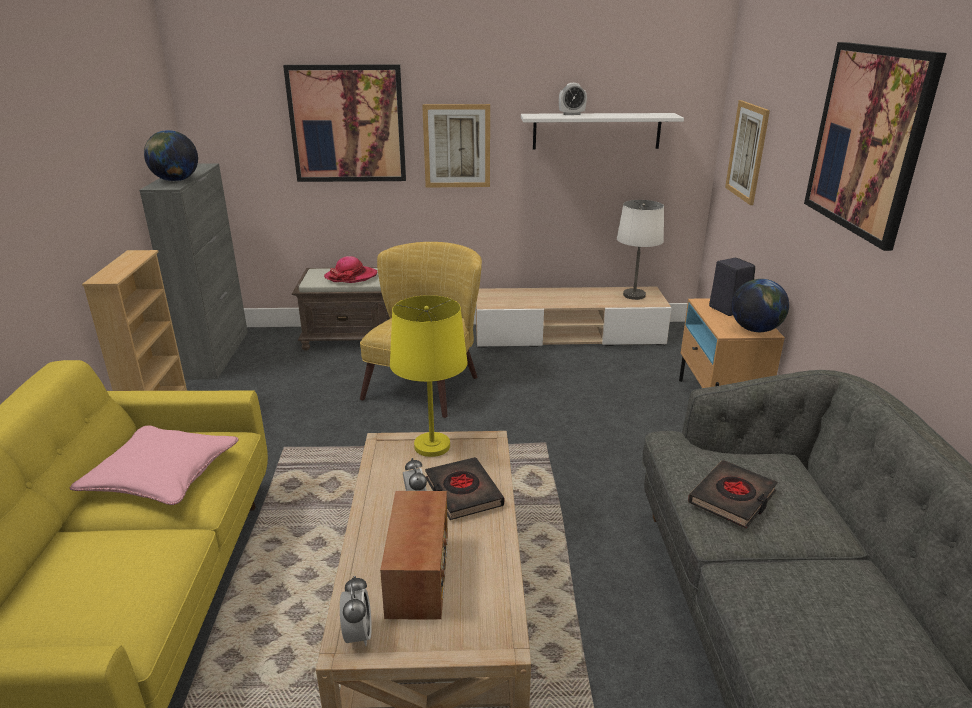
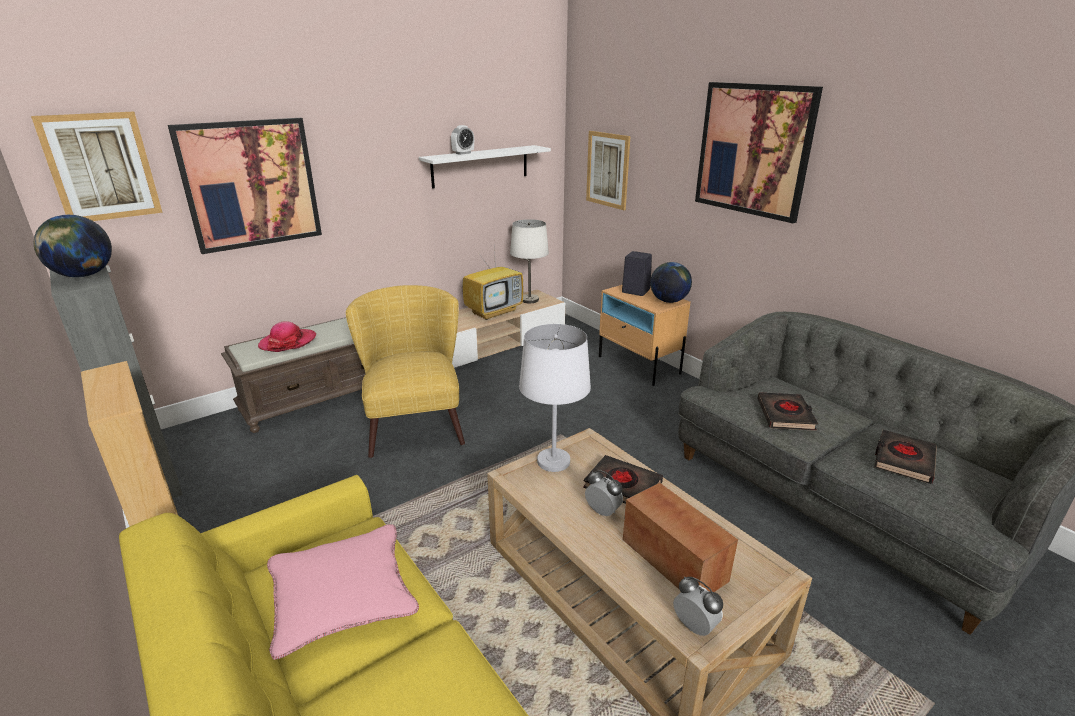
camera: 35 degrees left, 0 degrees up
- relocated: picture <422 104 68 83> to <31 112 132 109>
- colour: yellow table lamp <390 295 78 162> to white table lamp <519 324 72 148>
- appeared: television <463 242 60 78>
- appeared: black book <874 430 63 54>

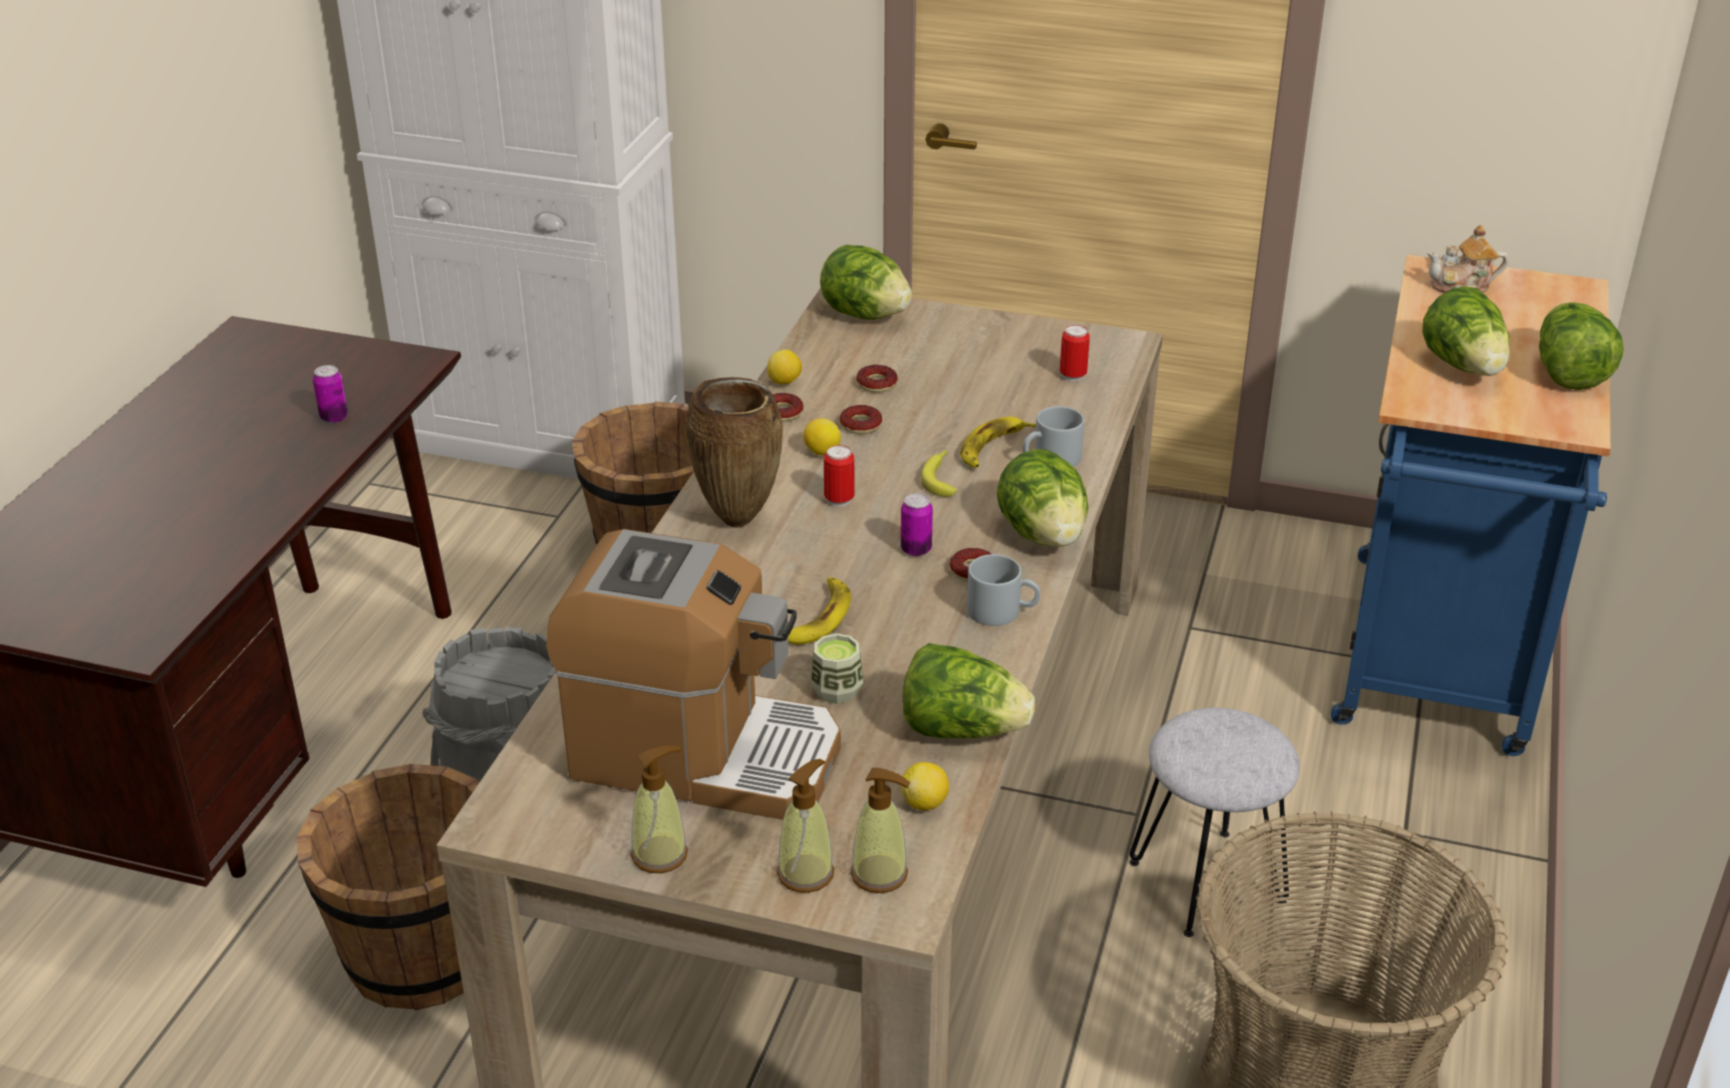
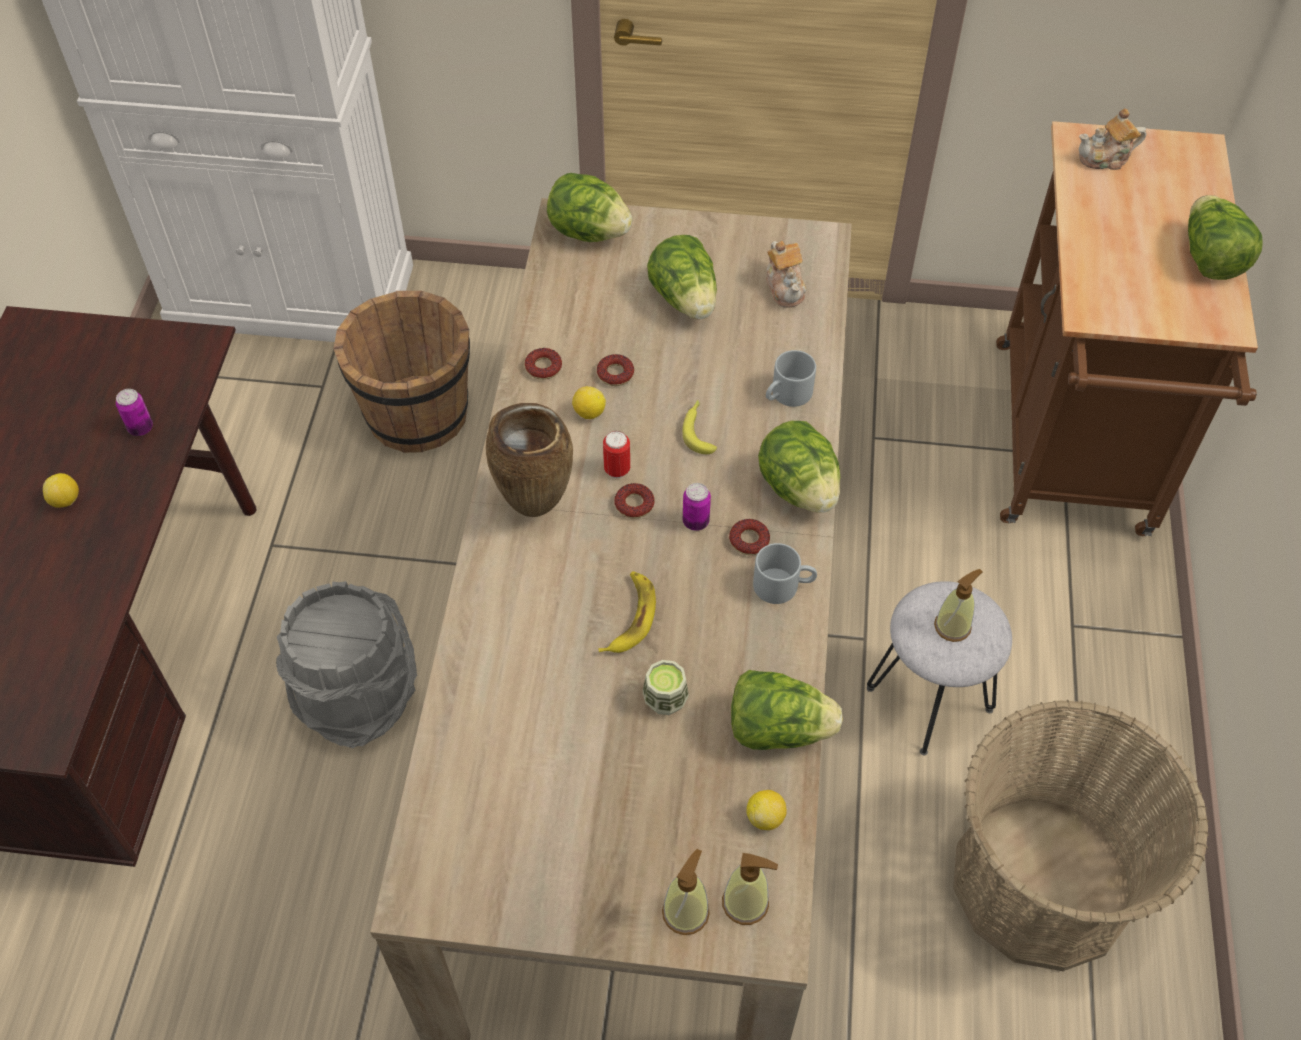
camera: 10 degrees left, 20 degrees up
- colour: blue cart <1331 255 280 501> to brown cart <996 121 262 415>
- relocated: lettuce <1422 286 88 90> to <647 235 70 84>
- exchanged: can <1060 325 30 56> to teapot <766 241 40 67>
- relocated: lemon <767 350 35 35> to <43 473 36 35>
- relocated: donut <856 365 42 28> to <614 483 41 36>
- missing: banana <960 417 76 51>
- missing: coffee machine <546 529 295 291>
- relocated: soap dispenser <631 745 57 128> to <934 569 49 73>
- missing: brown bucket <297 764 182 247>

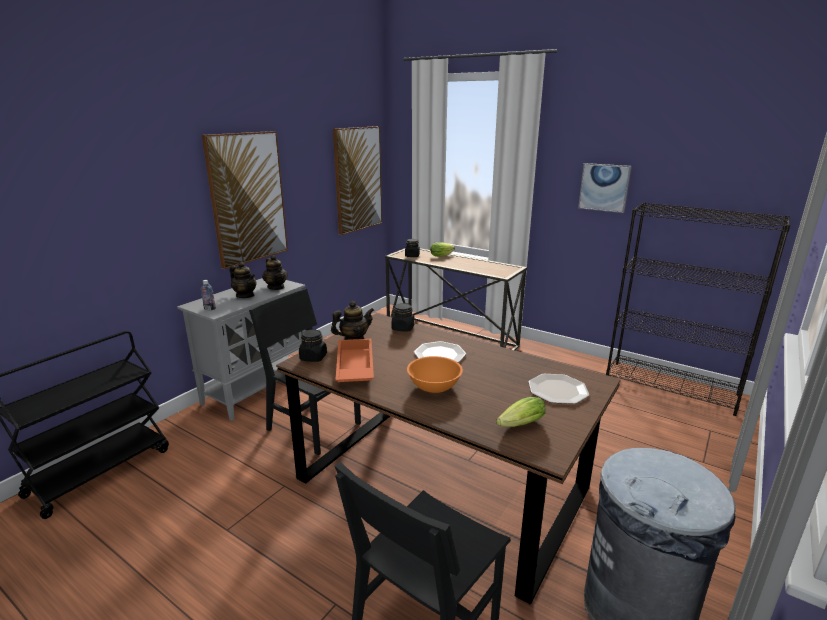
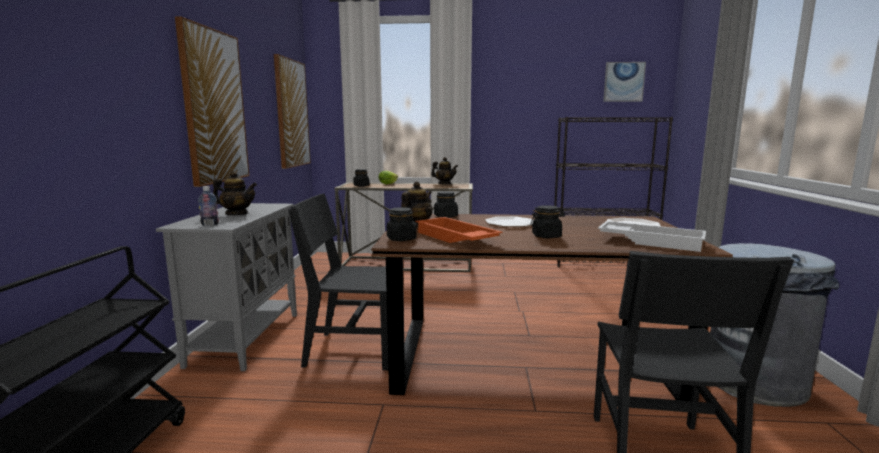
camera: 30 degrees left, 10 degrees down
- relocated: picture <578 163 53 50> to <603 62 43 40>
- relocated: teapot <262 255 26 35> to <431 157 27 27>
- exchanged: orange bowl <407 356 56 37> to black jar <530 205 35 33>
- exchanged: lettuce <496 397 49 30> to white tray <598 221 108 31>

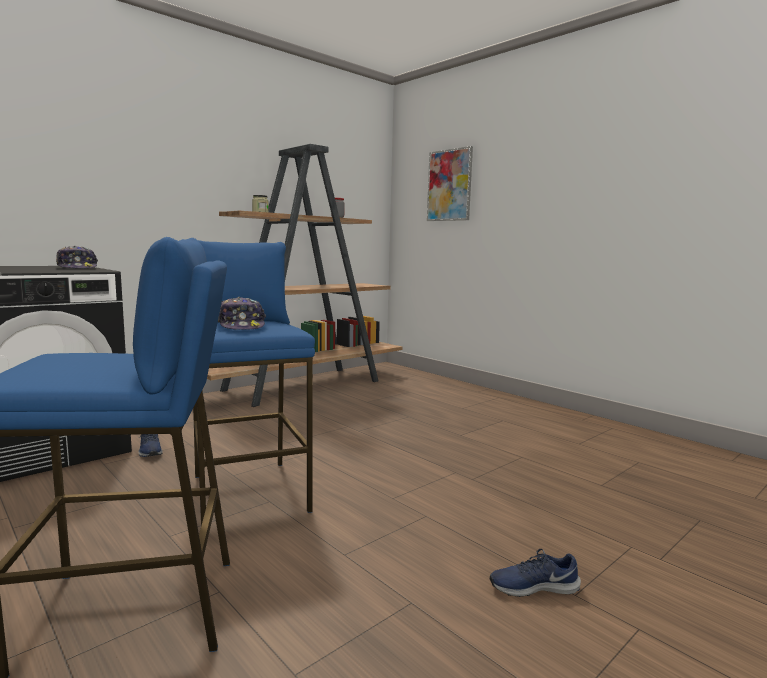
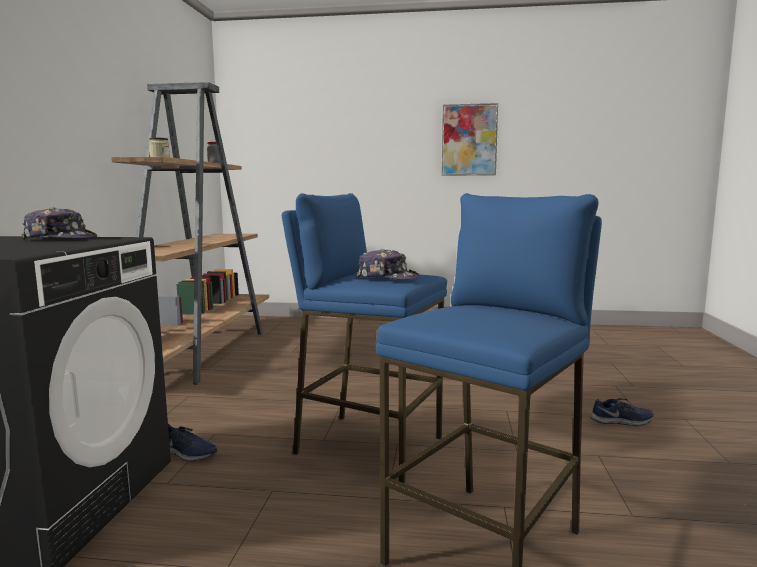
camera: 40 degrees left, 0 degrees up
- relocated: picture <427 146 46 75> to <442 103 56 73>
- spun: blue shoe <490 549 91 48> = <590 398 64 28> 135 degrees counterclockwise

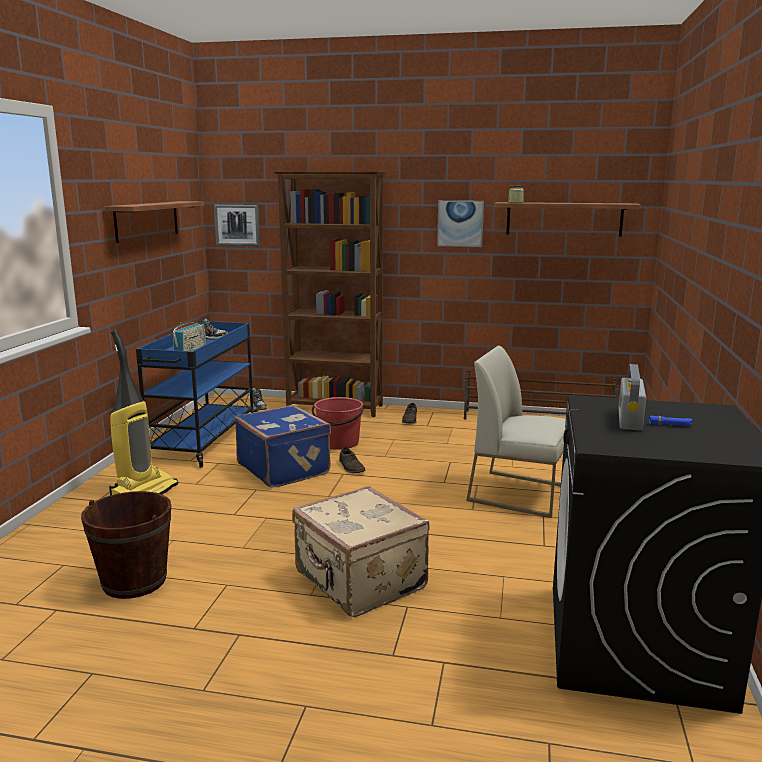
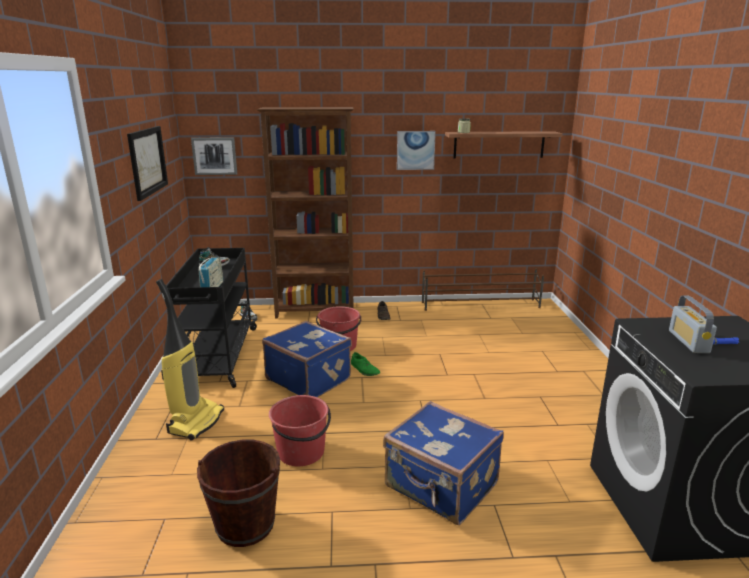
camera: 15 degrees left, 5 degrees up
- exchanged: shelf <105 201 99 42> to picture <127 126 41 75>
- colour: blue cart <136 321 125 147> to black cart <166 248 92 140>
- missing: white chair <466 346 100 172>
- colour: brown shoe <339 447 27 26> to green shoe <351 352 29 24>
- colour: beige suitcase <292 486 137 131> to blue suitcase <383 401 121 124>
- appeared: red bucket <269 395 62 71>

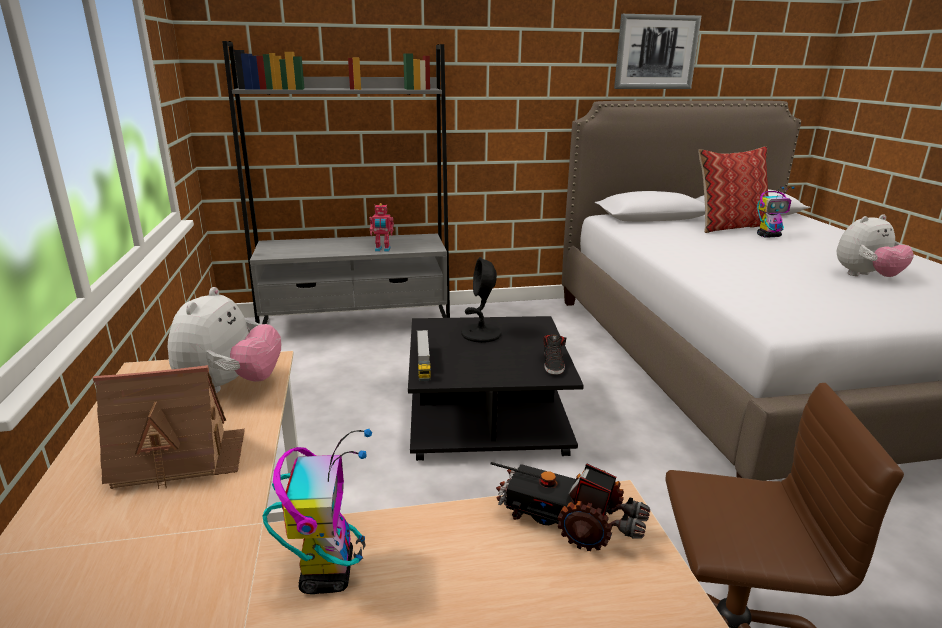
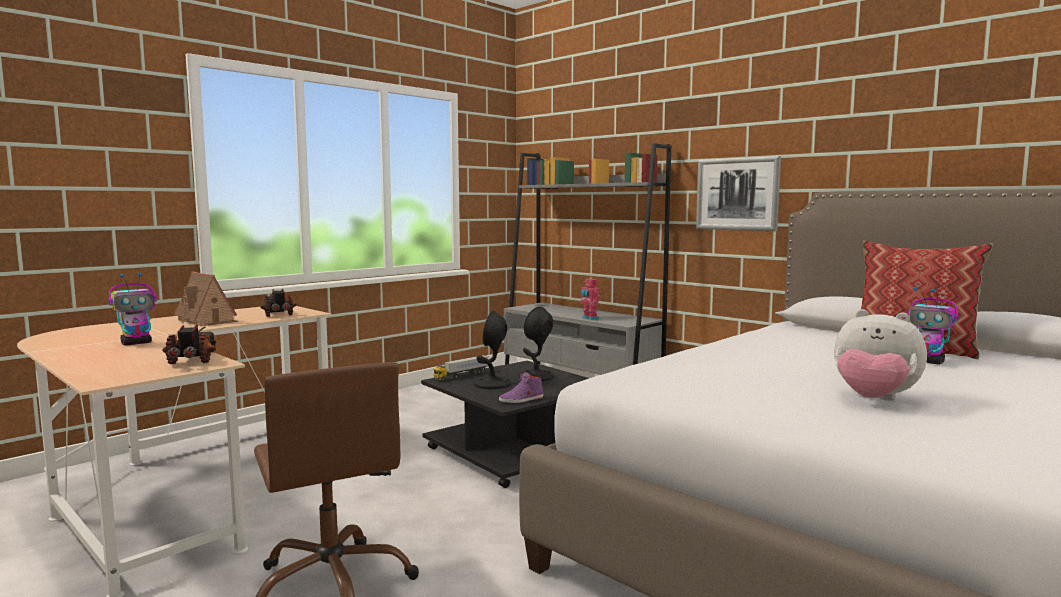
camera: 55 degrees right, 15 degrees down
- relocated: picture <614 14 87 75> to <696 156 85 75>
- exchanged: plush toy <168 287 113 106> to toy truck <260 289 37 28>
- colour: black shoe <543 335 23 40> to purple shoe <499 372 44 31>
- appeared: black table lamp <473 311 38 78>

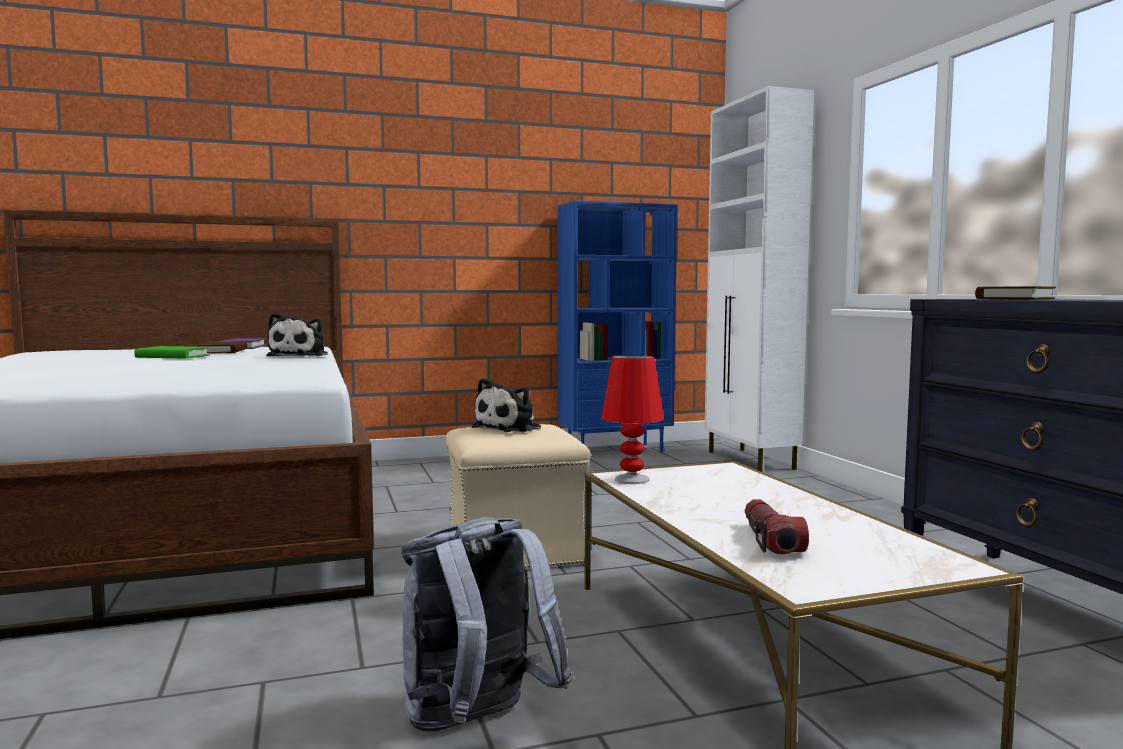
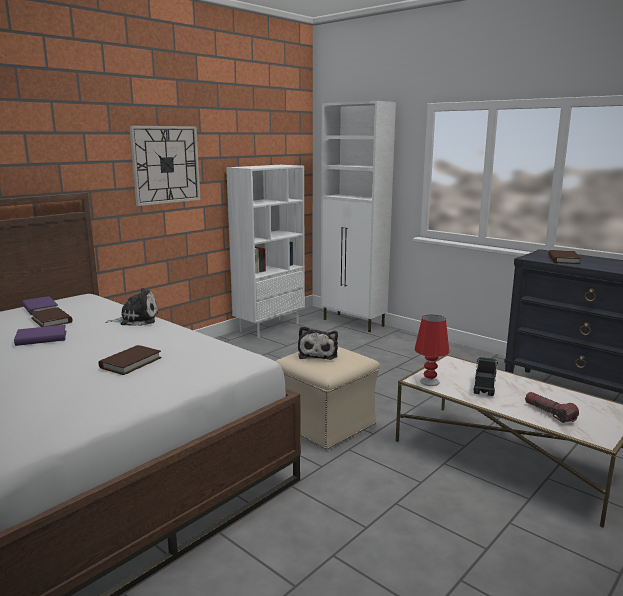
camera: 30 degrees left, 10 degrees up
- colour: blue bookcase <558 200 119 252> to white bookcase <226 165 79 173>
- spun: plush toy <266 313 62 43> = <106 288 52 38> 75 degrees counterclockwise
- colour: green book <134 346 76 12> to purple book <14 325 52 21>
- missing: grey backpack <401 517 172 215>
- appeared: wall clock <129 126 71 80>
- appeared: brown book <99 345 63 30>
- appeared: toy truck <474 357 24 39>

